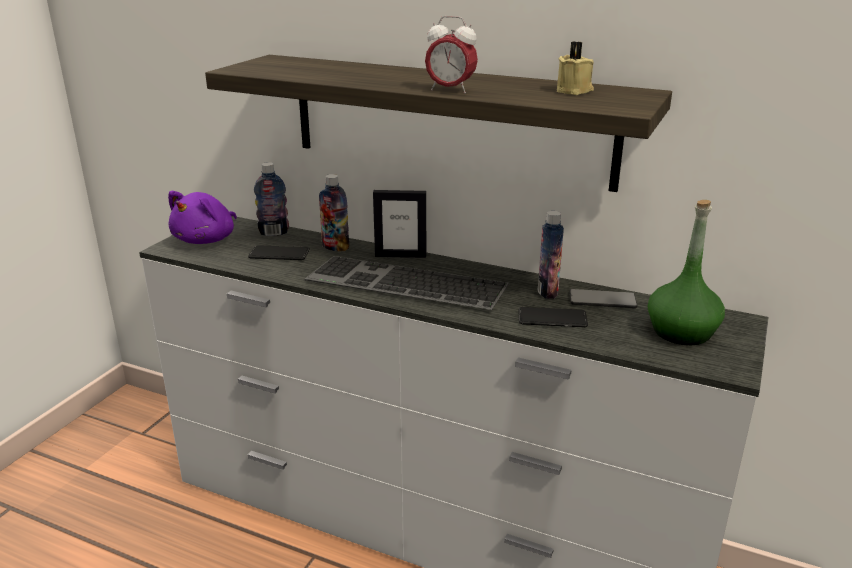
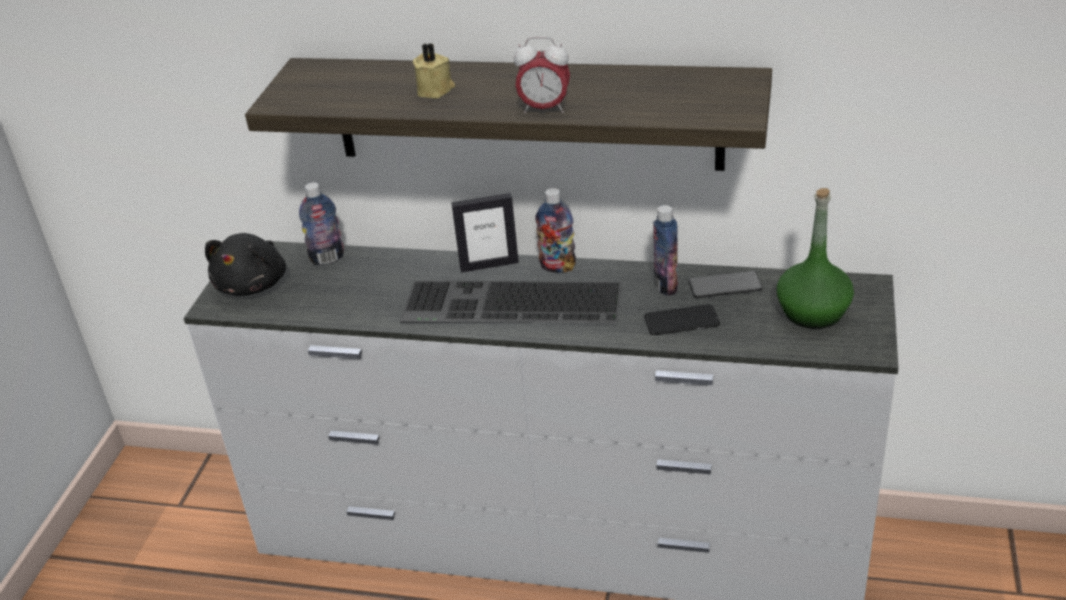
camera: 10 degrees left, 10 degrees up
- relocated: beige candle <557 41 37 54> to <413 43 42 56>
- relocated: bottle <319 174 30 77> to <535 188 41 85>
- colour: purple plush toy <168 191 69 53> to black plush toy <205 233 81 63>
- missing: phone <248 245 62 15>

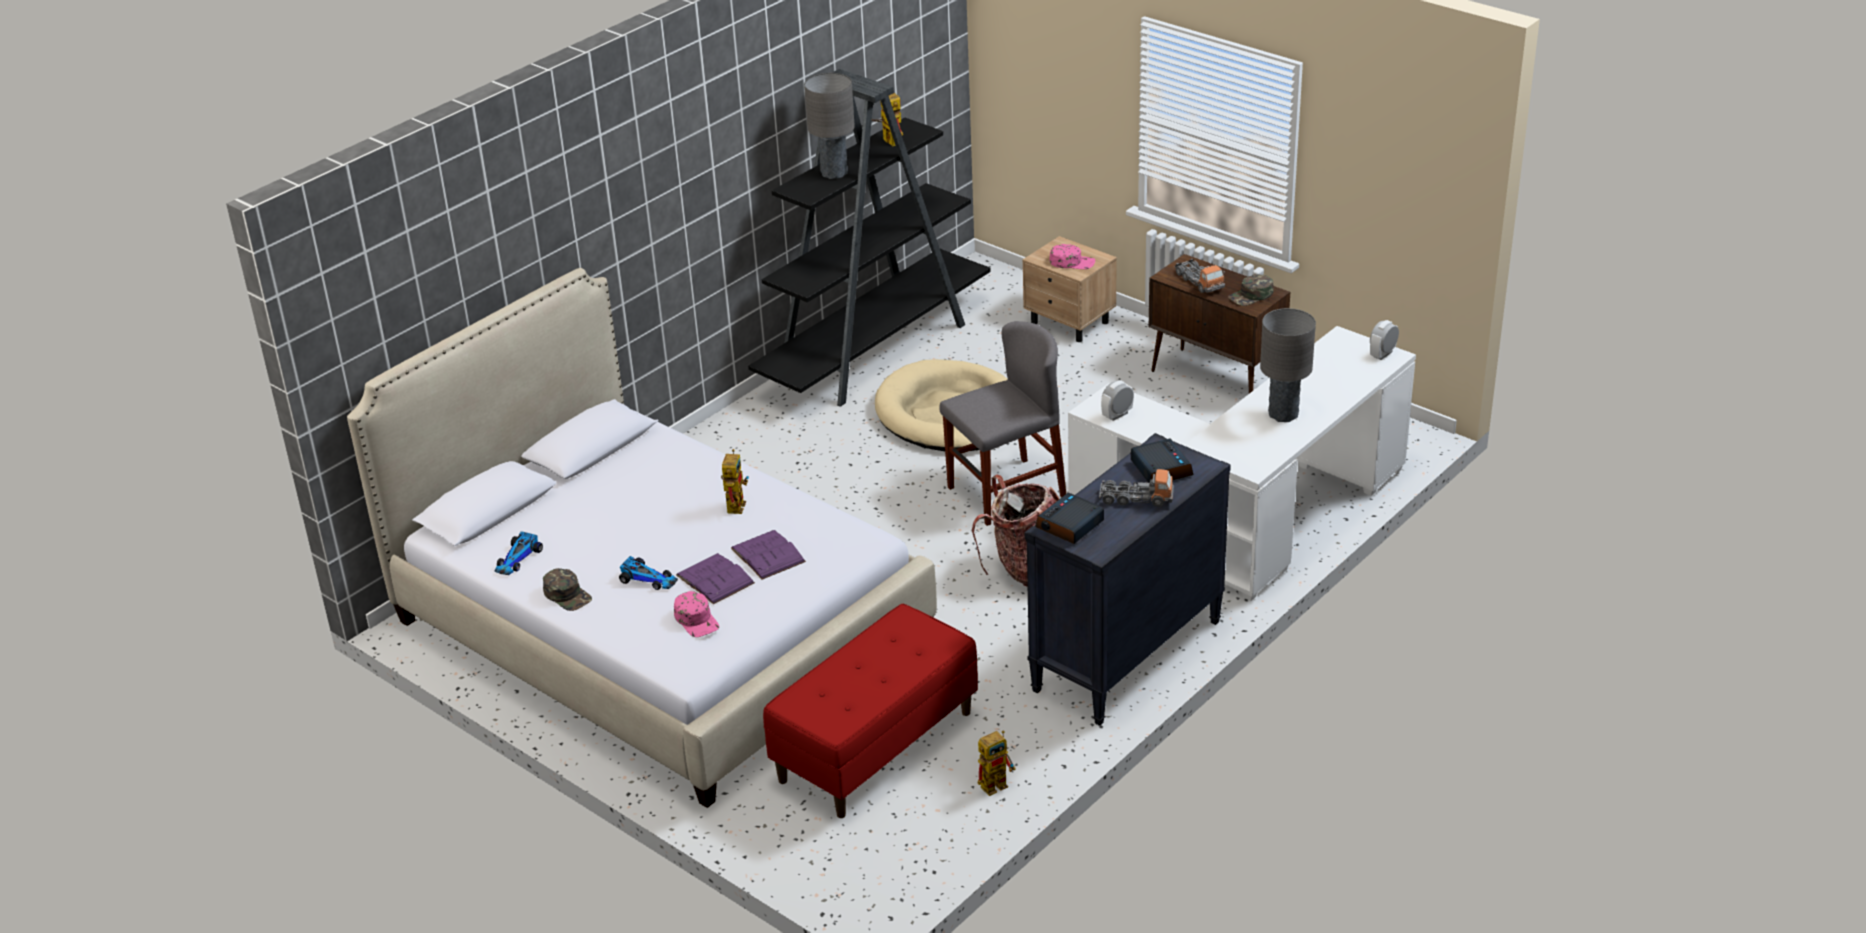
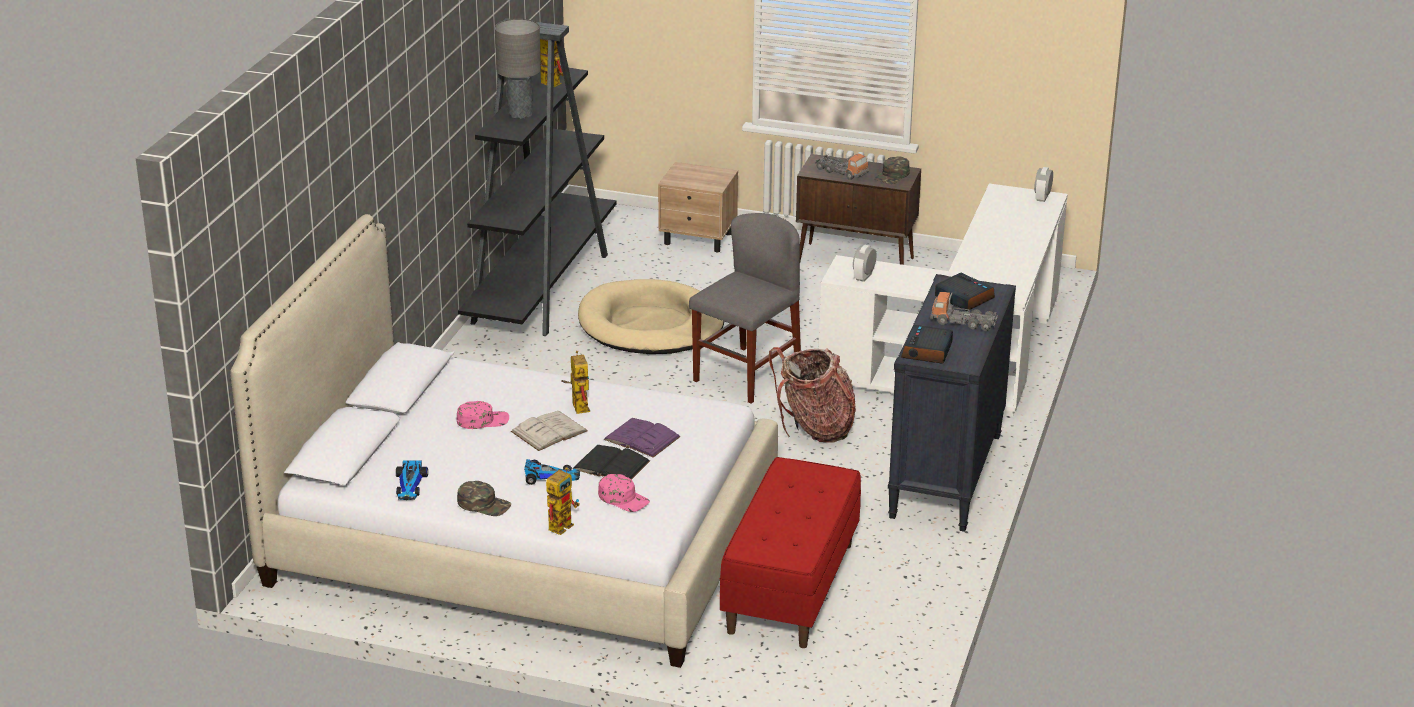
camera: 25 degrees left, 5 degrees down
- relocated: pink cap <1049 244 46 25> to <457 401 52 28>
- missing: grey table lamp <1260 308 56 114>
- spun: toy truck <1099 469 75 38> = <930 292 68 39> 150 degrees counterclockwise
- colour: purple book <676 553 79 51> to black book <572 445 78 35>
- relocated: toy robot <978 730 38 66> to <546 467 34 68>
- appeared: white book <511 411 77 40>

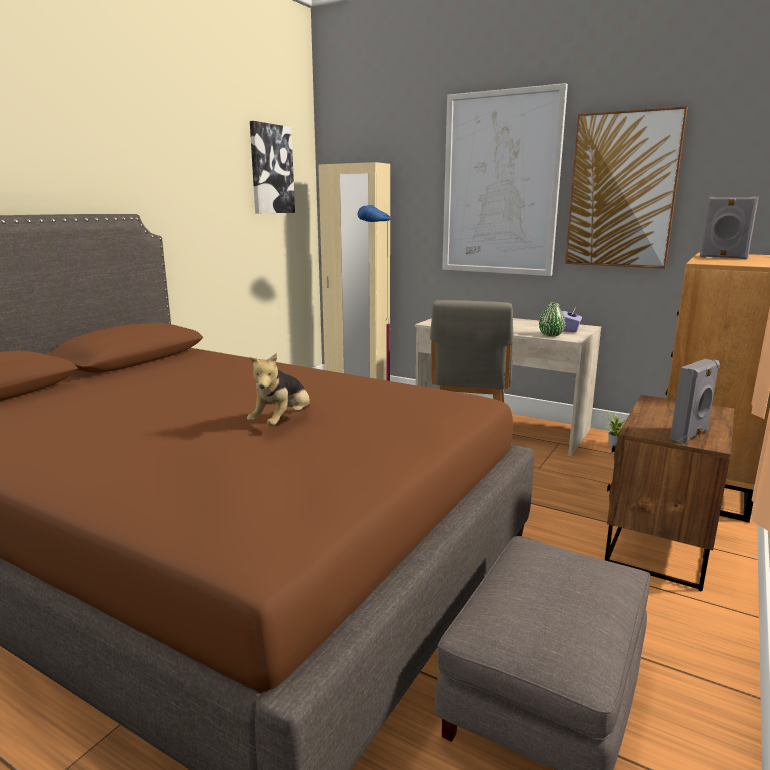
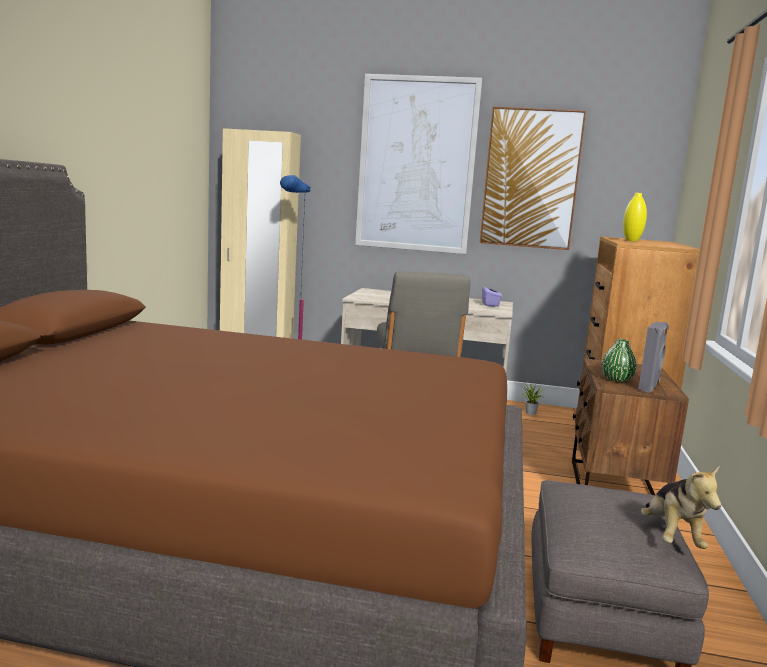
camera: 20 degrees left, 5 degrees down
- missing: picture <250 121 45 92>
- exchanged: grey speaker <700 196 59 63> to yellow vase <623 193 24 48>
- relocated: green vase <539 302 27 34> to <602 339 35 43>
- relocated: plush toy <247 353 63 73> to <641 465 80 84>

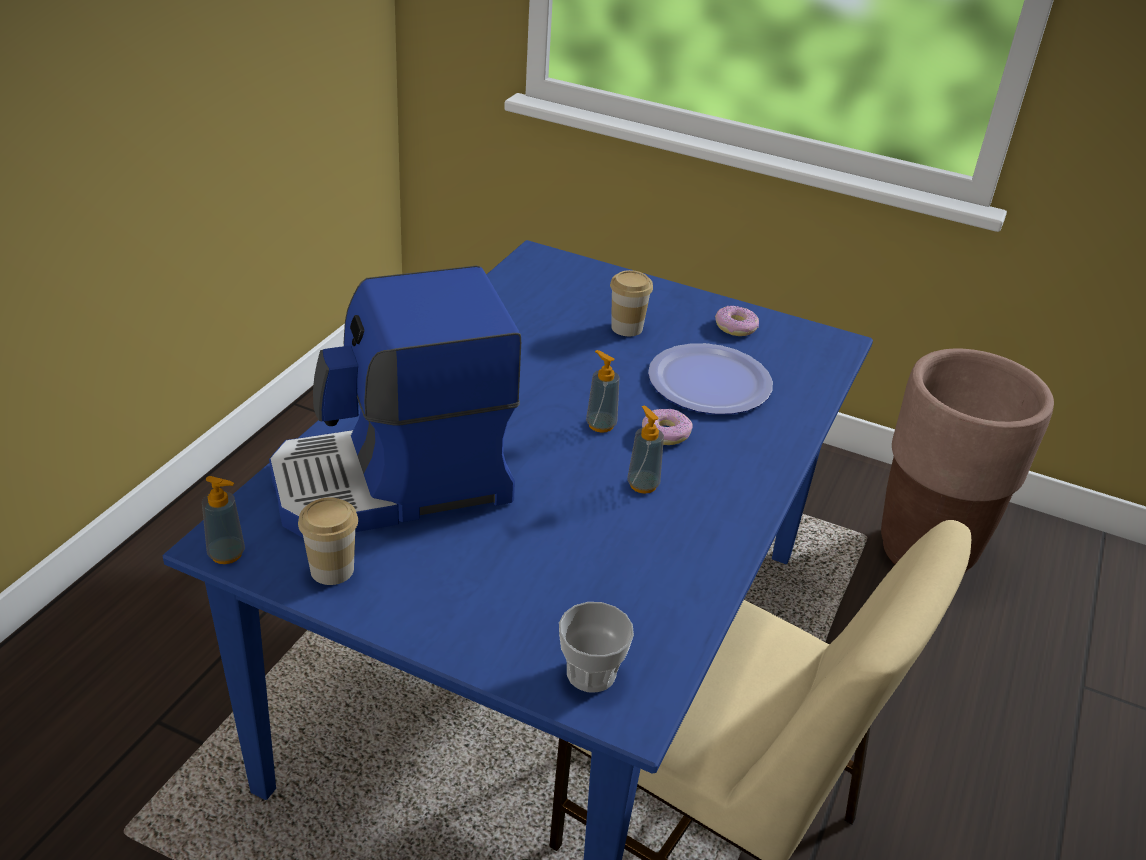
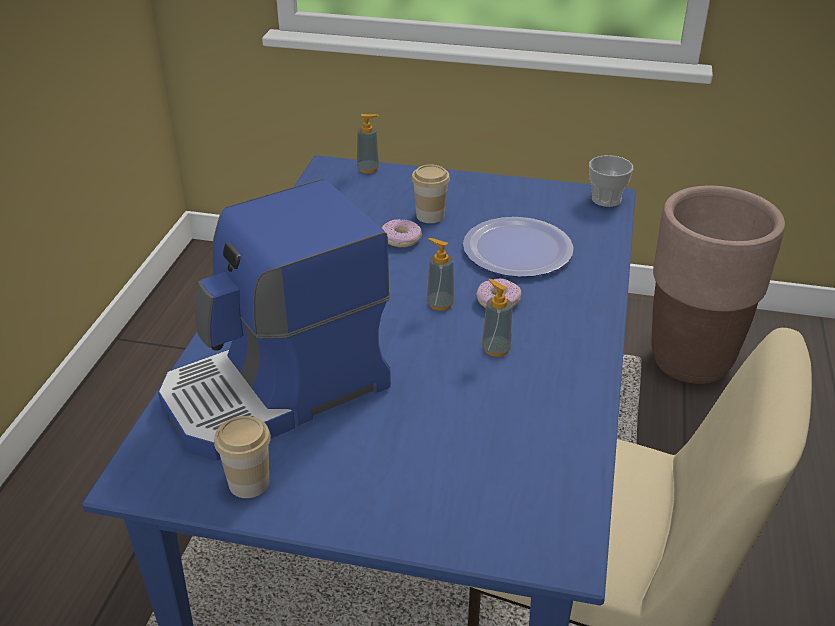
camera: 10 degrees left, 0 degrees up
- relocated: donut <715 306 44 30> to <382 219 40 28>
- relocated: soap dispenser <202 476 43 88> to <357 114 23 60>
- relocated: cup <559 602 75 90> to <589 155 44 52>

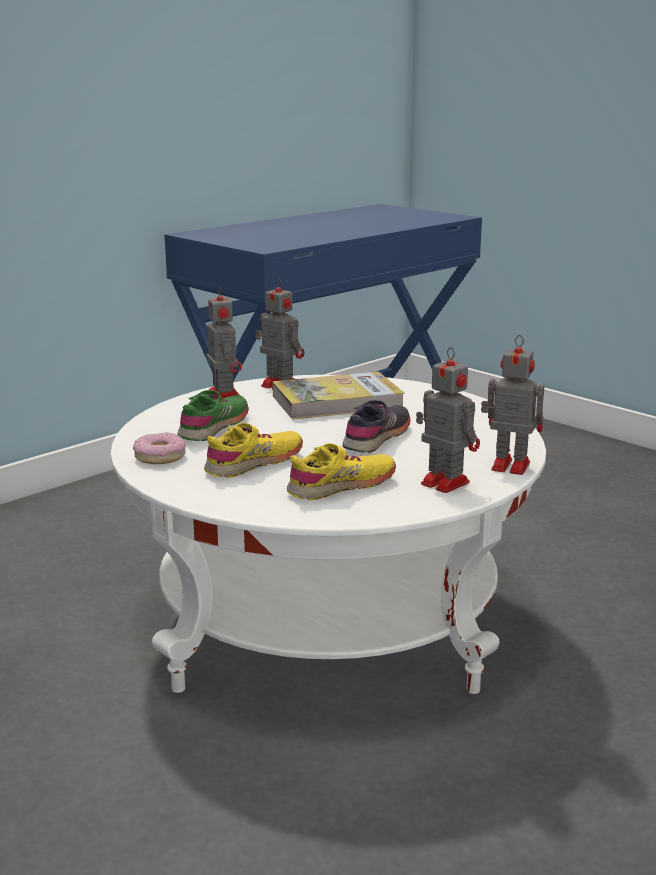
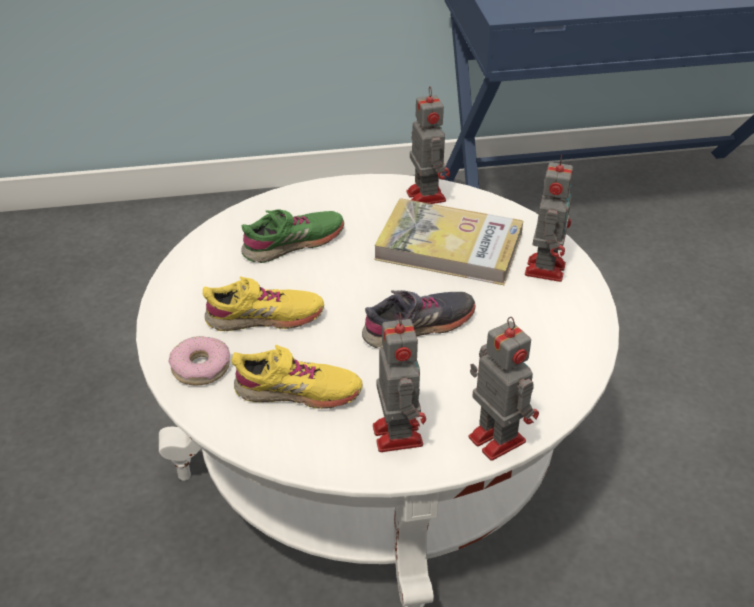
camera: 35 degrees right, 20 degrees up
- relocated: toy robot <207 286 35 112> to <525 154 48 128>
- relocated: donut <133 433 53 31> to <169 336 61 49>

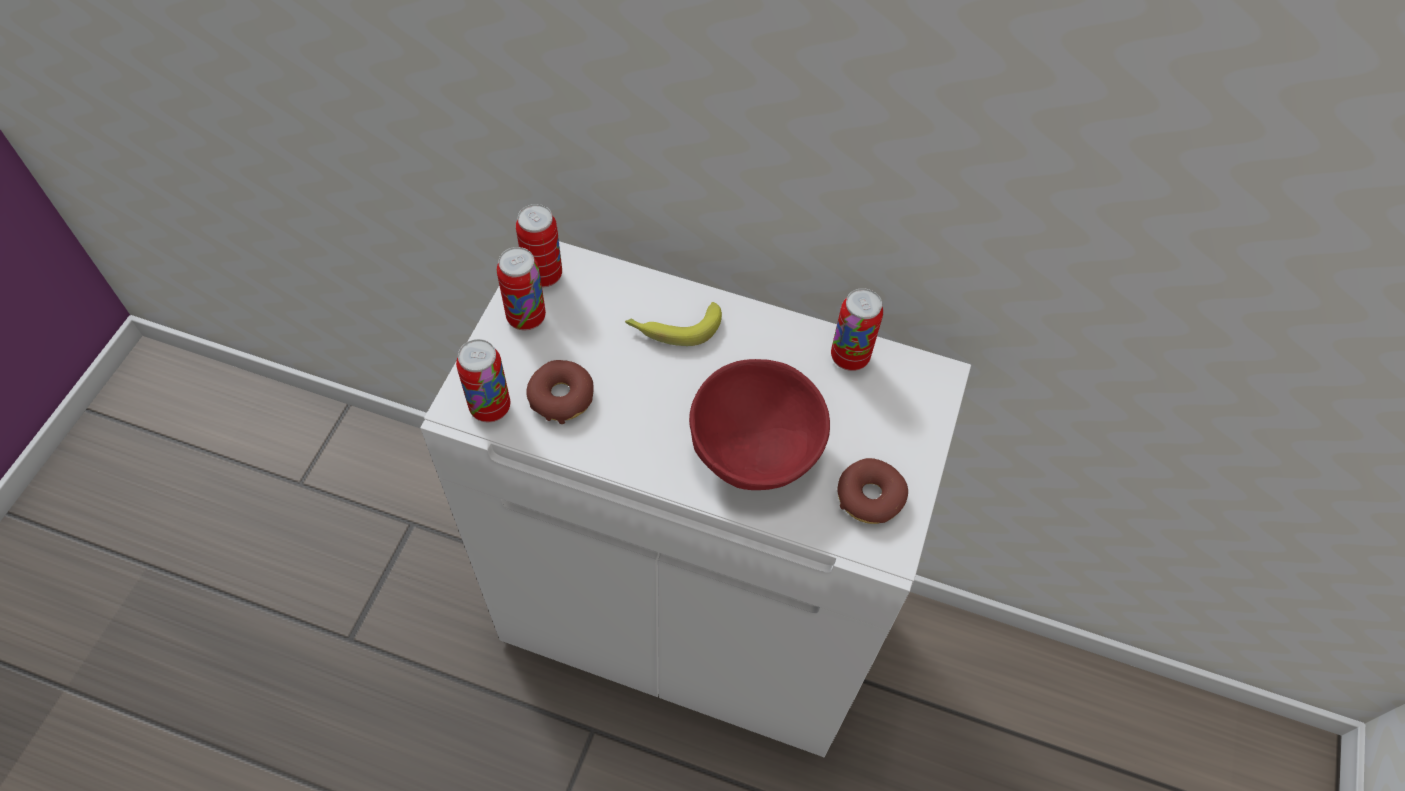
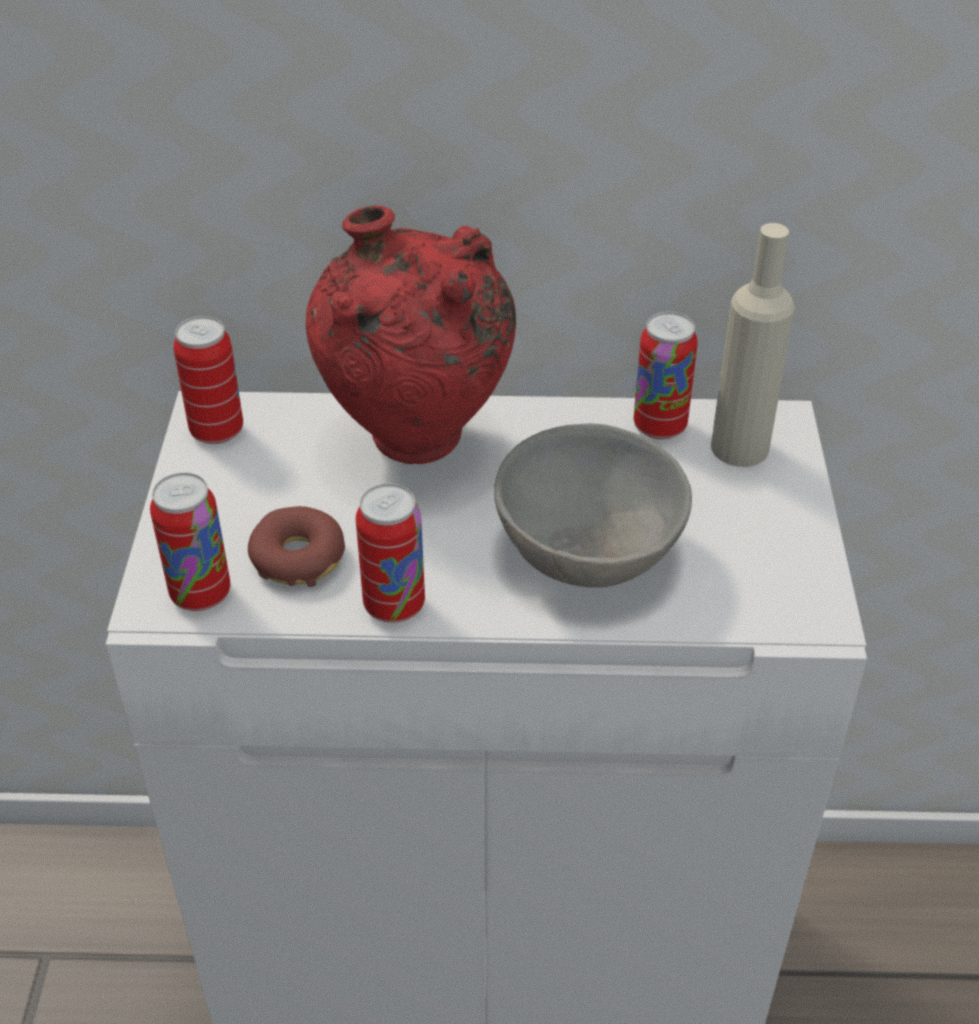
camera: 15 degrees left, 15 degrees down
- relocated: can <497 247 49 83> to <356 483 69 140>
- exchanged: banana <625 302 97 44> to red vase <306 205 210 259>
- colour: red bowl <689 359 141 131> to grey bowl <494 423 198 164>
- missing: donut <837 458 71 66>
- appeared: beige bottle <711 223 84 244>

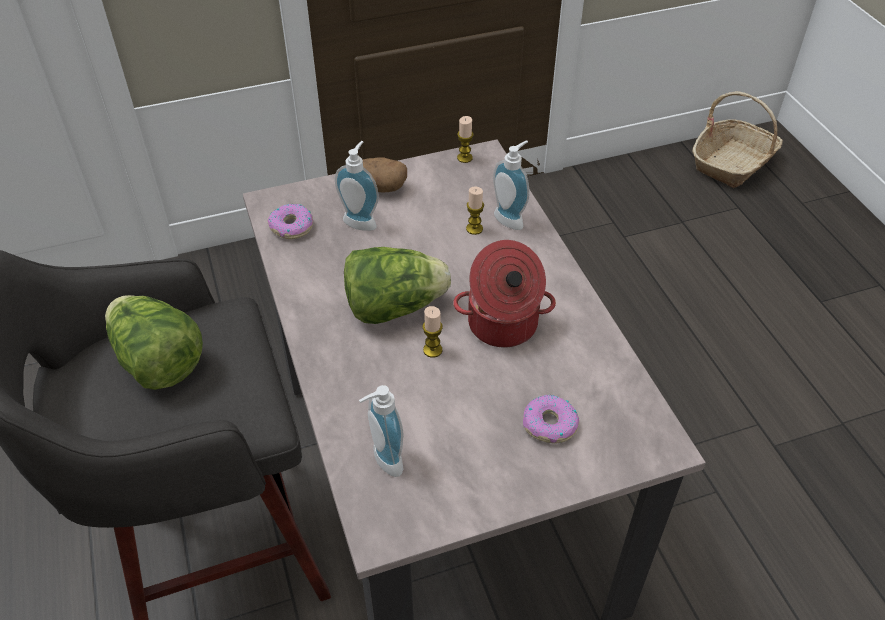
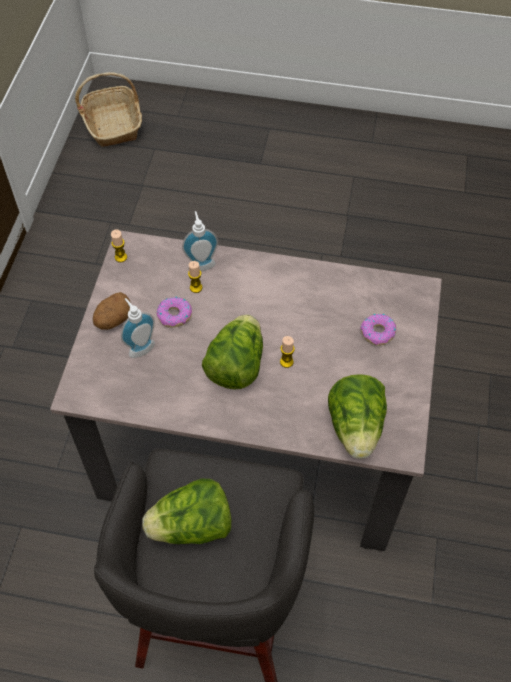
camera: 60 degrees left, 10 degrees up
- relocated: donut <267 204 46 35> to <157 297 35 31>
- missing: cooking pot <453 240 103 108>
- exchanged: soap dispenser <359 385 44 92> to lettuce <328 374 59 85>

